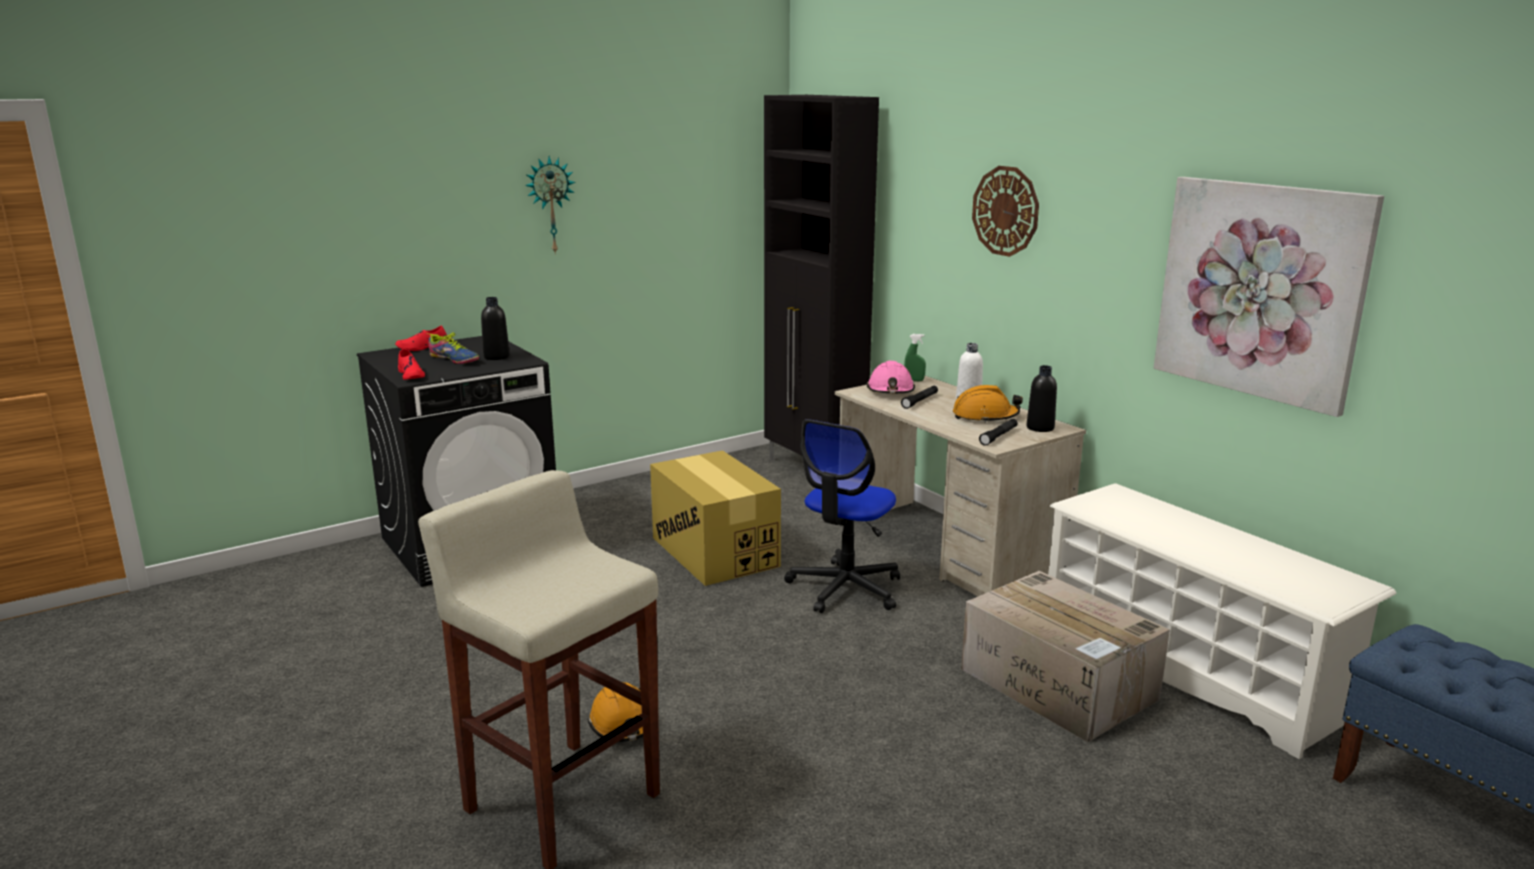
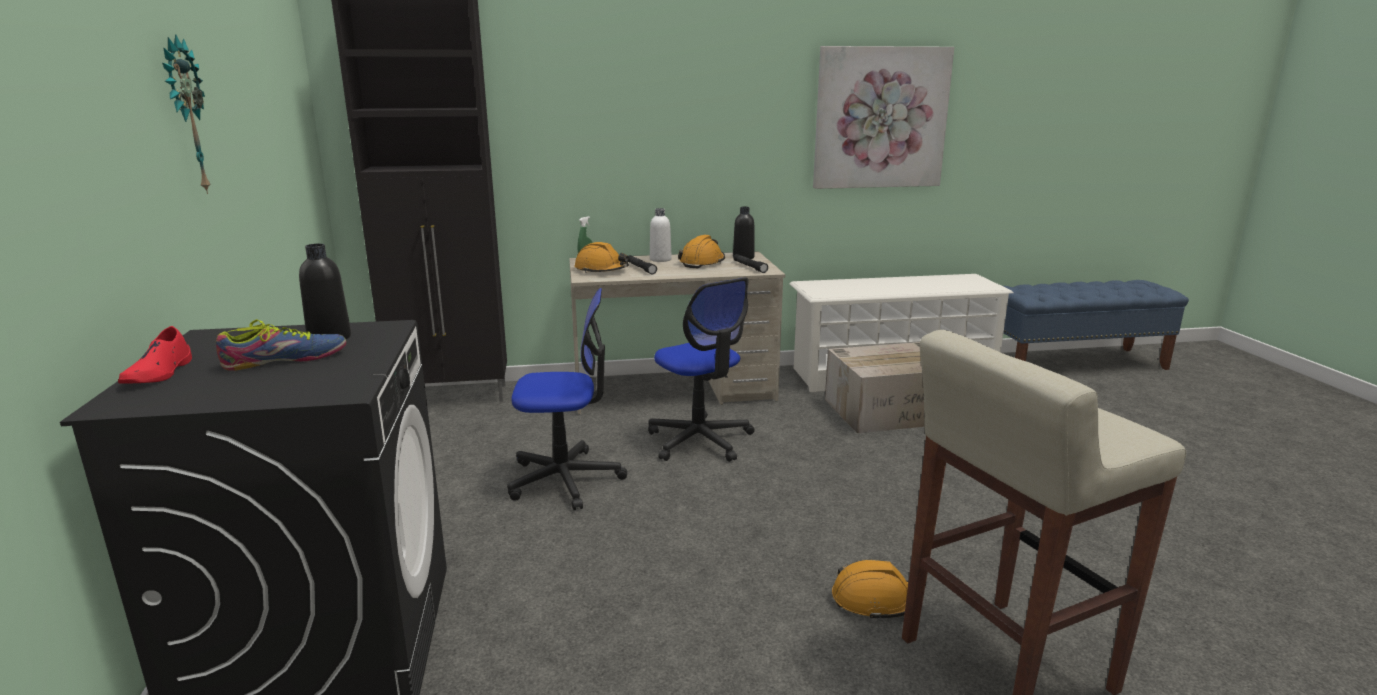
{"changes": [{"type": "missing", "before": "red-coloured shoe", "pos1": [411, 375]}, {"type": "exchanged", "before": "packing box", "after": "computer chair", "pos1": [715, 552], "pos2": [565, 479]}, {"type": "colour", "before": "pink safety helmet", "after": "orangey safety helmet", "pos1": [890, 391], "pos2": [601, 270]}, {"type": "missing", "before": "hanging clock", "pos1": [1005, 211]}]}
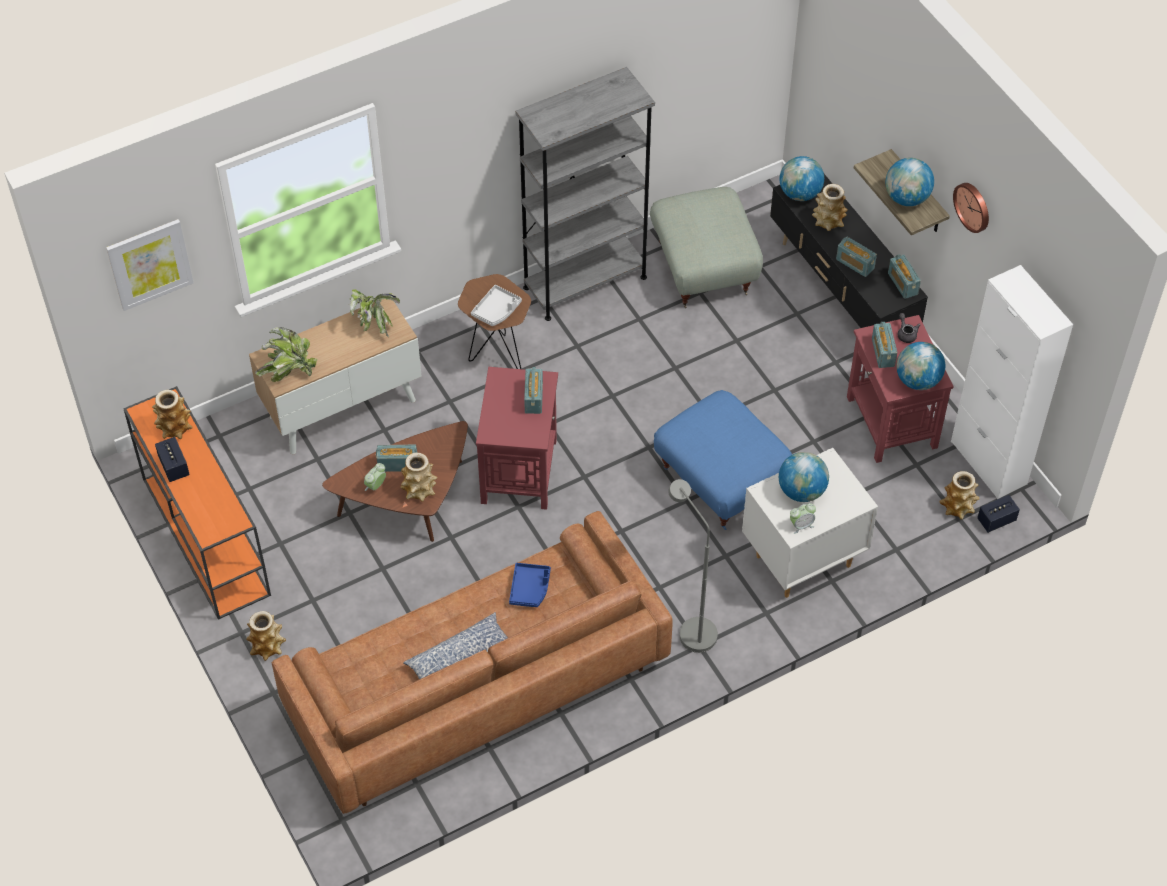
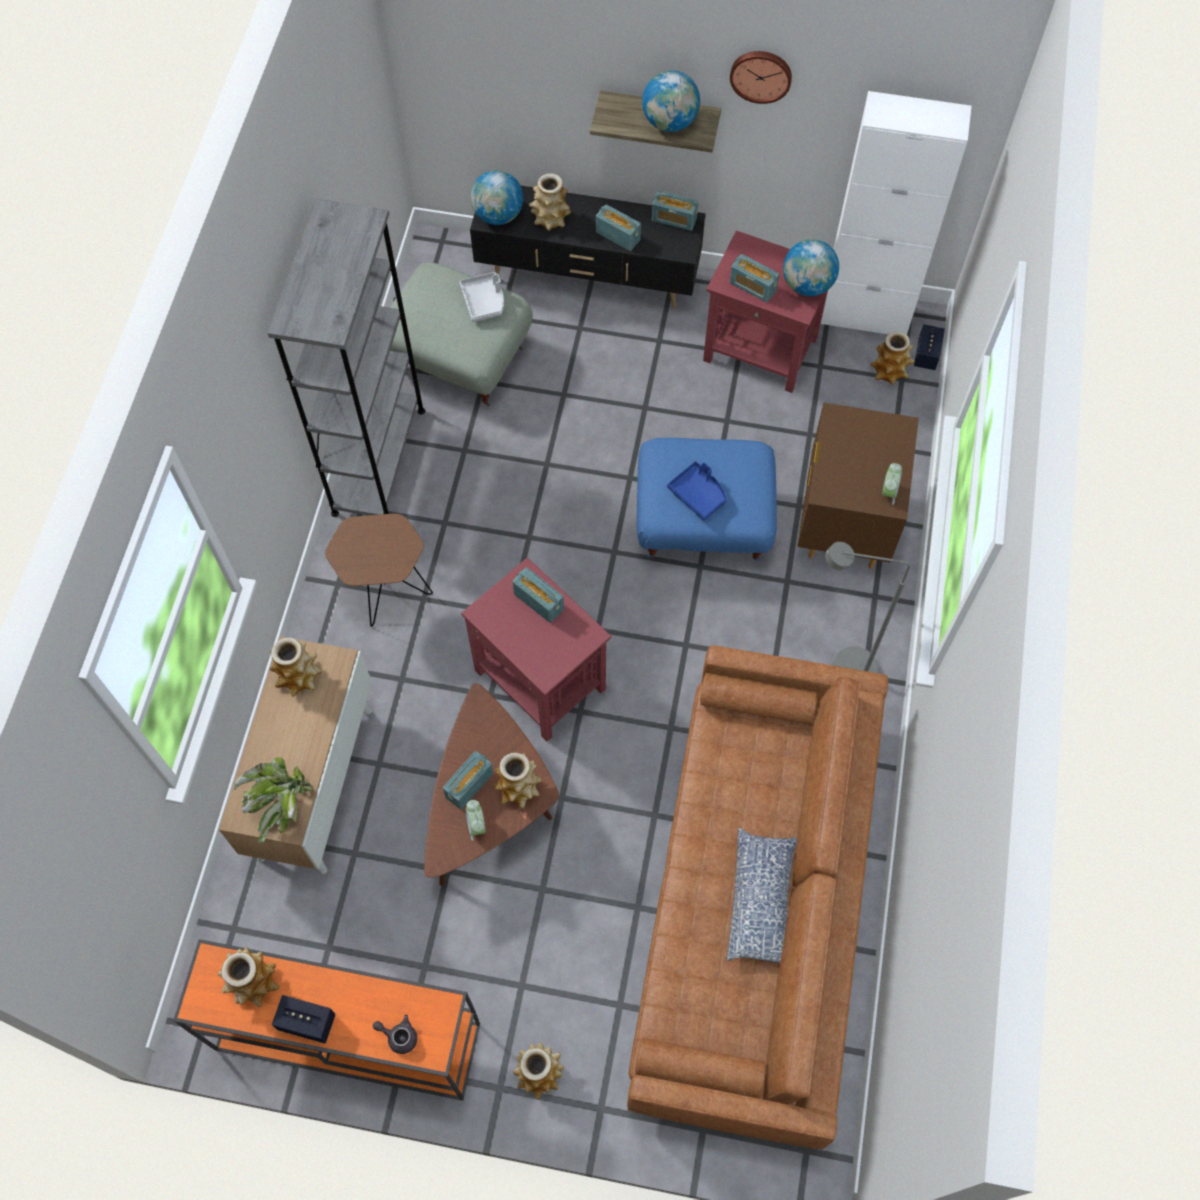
{"changes": [{"type": "missing", "before": "wall art", "pos1": [149, 264]}, {"type": "exchanged", "before": "plant in a pot", "after": "decorative vase", "pos1": [373, 322], "pos2": [299, 676]}, {"type": "relocated", "before": "grey carrying tray", "pos1": [496, 310], "pos2": [484, 301]}, {"type": "relocated", "before": "bluish carrying tray", "pos1": [530, 588], "pos2": [698, 494]}, {"type": "colour", "before": "white-coloured night table", "after": "brown night table", "pos1": [802, 560], "pos2": [843, 525]}, {"type": "missing", "before": "globe", "pos1": [801, 491]}, {"type": "spun", "before": "radio set", "pos1": [855, 264], "pos2": [618, 236], "turn": -135}, {"type": "relocated", "before": "grey pot for tea", "pos1": [906, 333], "pos2": [398, 1036]}]}
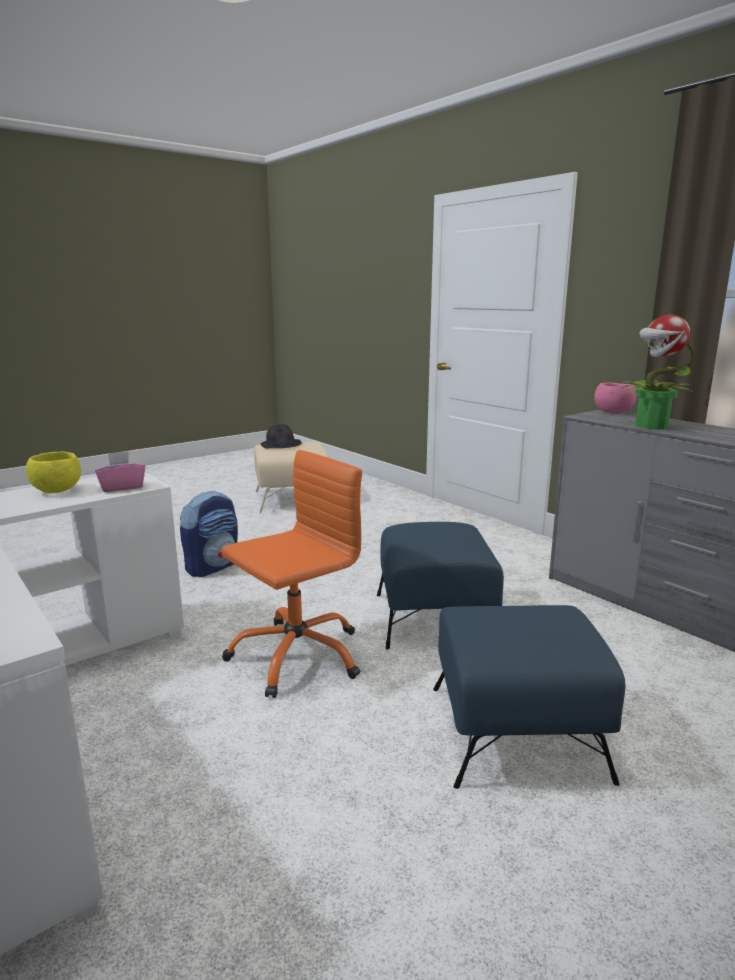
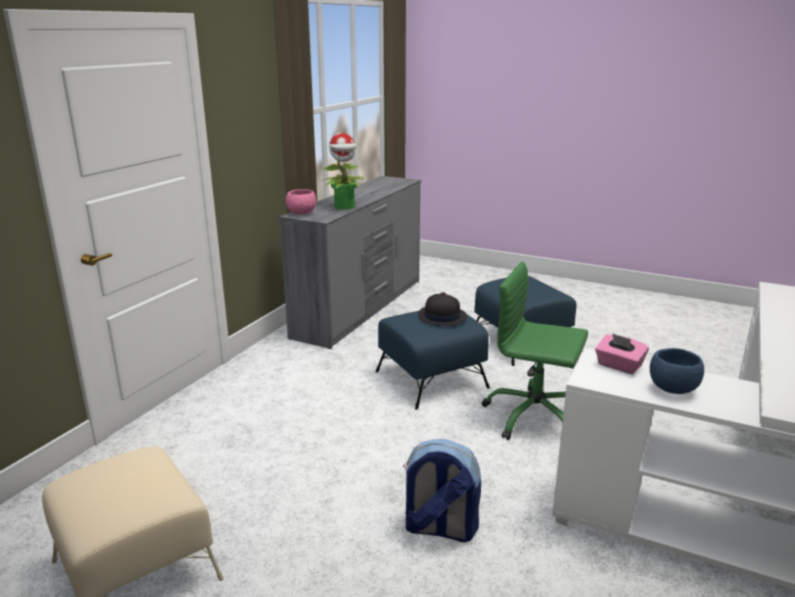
{"changes": [{"type": "colour", "before": "yellowish bowl", "after": "bluish bowl", "pos1": [57, 491], "pos2": [672, 389]}, {"type": "colour", "before": "orangey computer chair", "after": "green computer chair", "pos1": [296, 655], "pos2": [534, 417]}, {"type": "relocated", "before": "black wearable hat", "pos1": [281, 444], "pos2": [441, 316]}]}
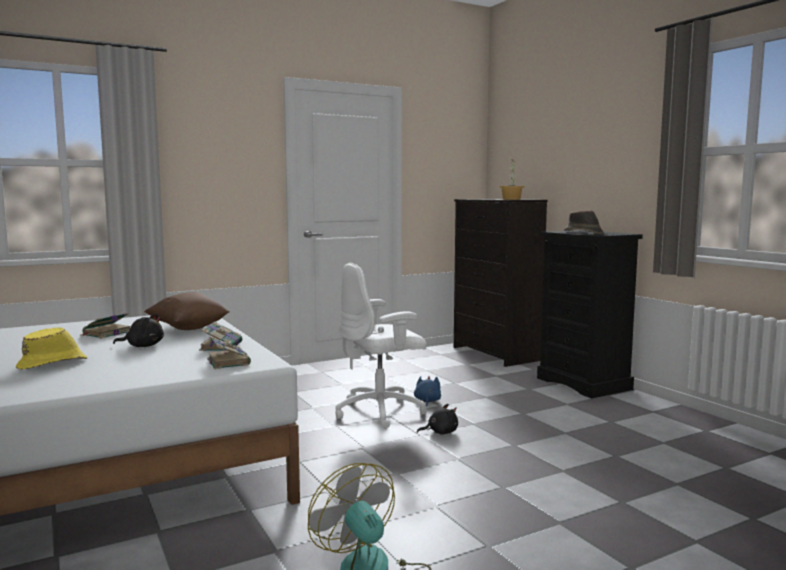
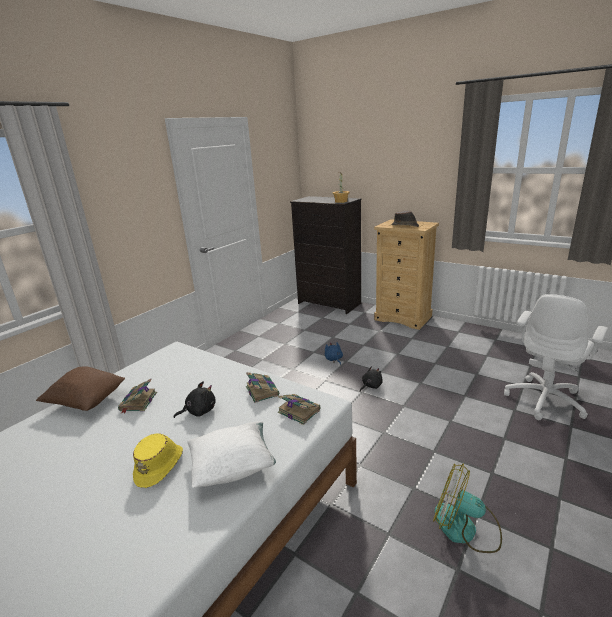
{"changes": [{"type": "relocated", "before": "brown throw pillow", "pos1": [188, 328], "pos2": [86, 401]}, {"type": "relocated", "before": "white-coloured computer chair", "pos1": [381, 411], "pos2": [545, 400]}, {"type": "colour", "before": "black drawer chest", "after": "sand-coloured drawer chest", "pos1": [584, 383], "pos2": [403, 318]}, {"type": "appeared", "after": "white-coloured throw pillow", "pos2": [233, 467]}]}
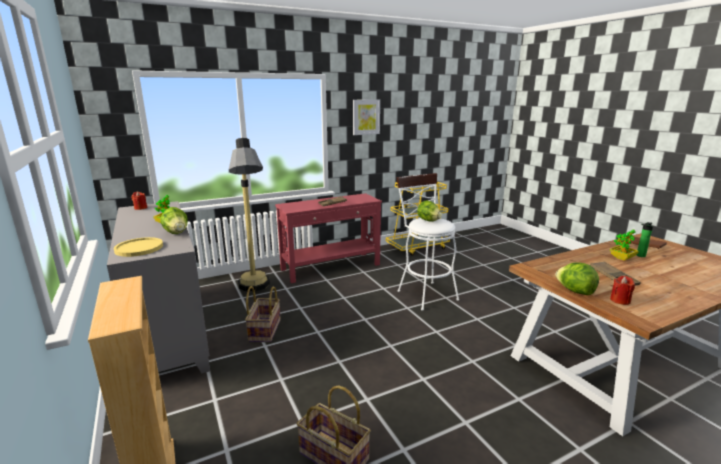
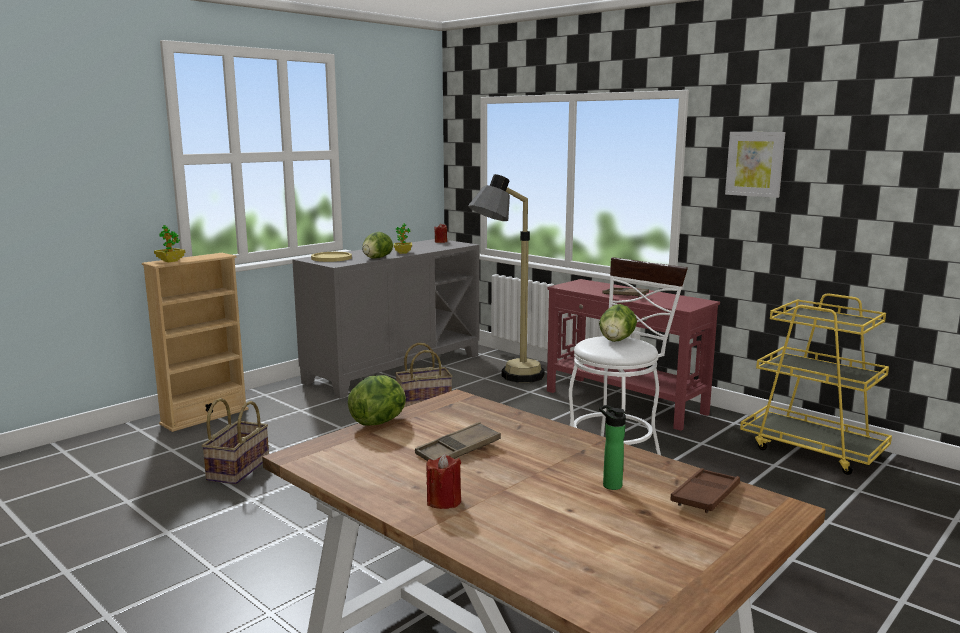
{"changes": [{"type": "relocated", "before": "plant in a pot", "pos1": [622, 258], "pos2": [170, 261]}, {"type": "relocated", "before": "red-coloured wax light", "pos1": [620, 300], "pos2": [444, 501]}]}
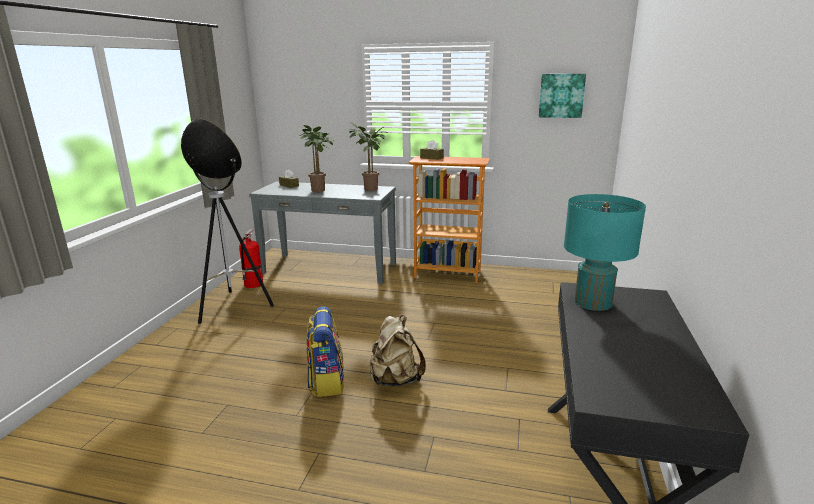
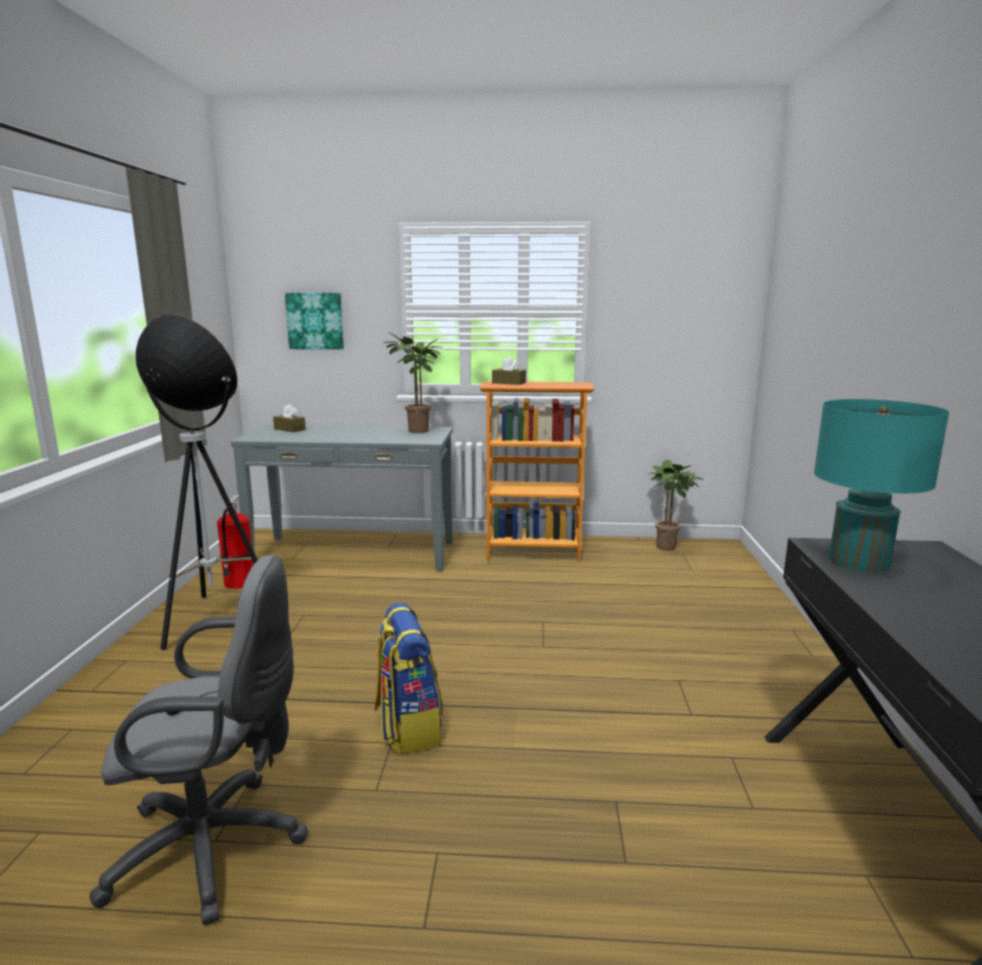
{"changes": [{"type": "relocated", "before": "plant in a pot", "pos1": [319, 191], "pos2": [669, 548]}, {"type": "missing", "before": "sand-coloured backpack", "pos1": [395, 379]}, {"type": "relocated", "before": "wall art", "pos1": [561, 95], "pos2": [315, 321]}, {"type": "appeared", "after": "grey computer chair", "pos2": [217, 847]}]}
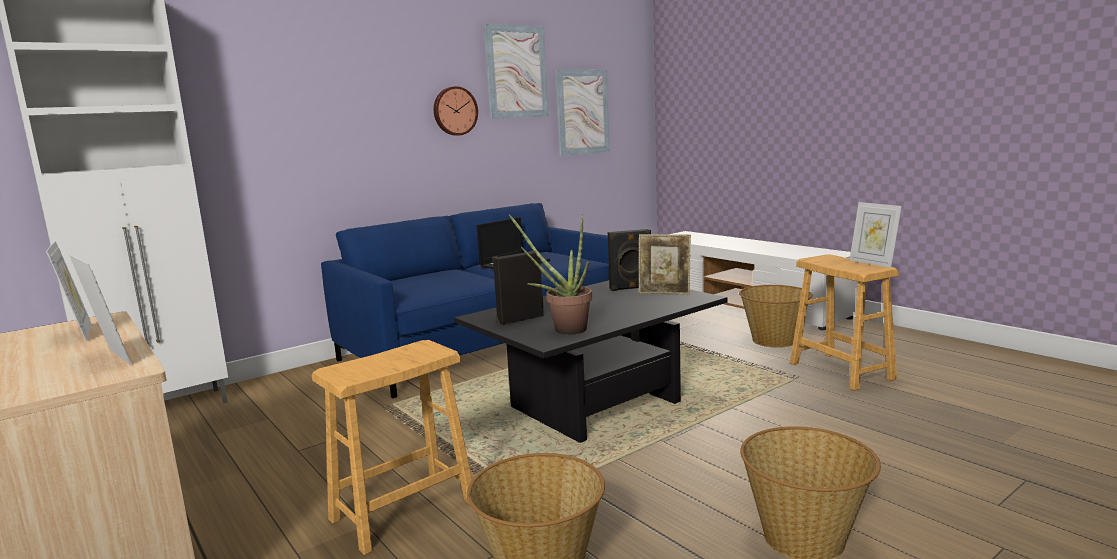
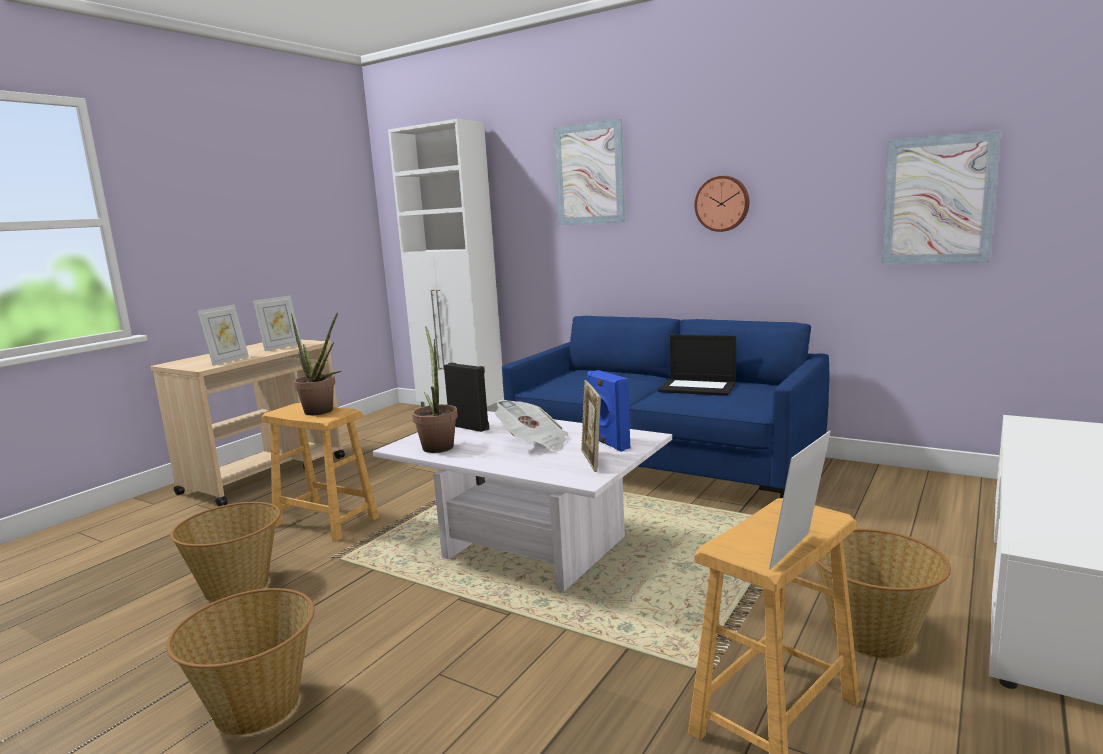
{"changes": [{"type": "colour", "before": "black coffee table", "after": "white-coloured coffee table", "pos1": [596, 407], "pos2": [529, 550]}, {"type": "relocated", "before": "wall art", "pos1": [516, 72], "pos2": [589, 174]}, {"type": "colour", "before": "black loudspeaker", "after": "bluish loudspeaker", "pos1": [631, 288], "pos2": [608, 444]}, {"type": "appeared", "after": "plant in a pot", "pos2": [322, 412]}, {"type": "appeared", "after": "daily paper", "pos2": [534, 444]}]}
